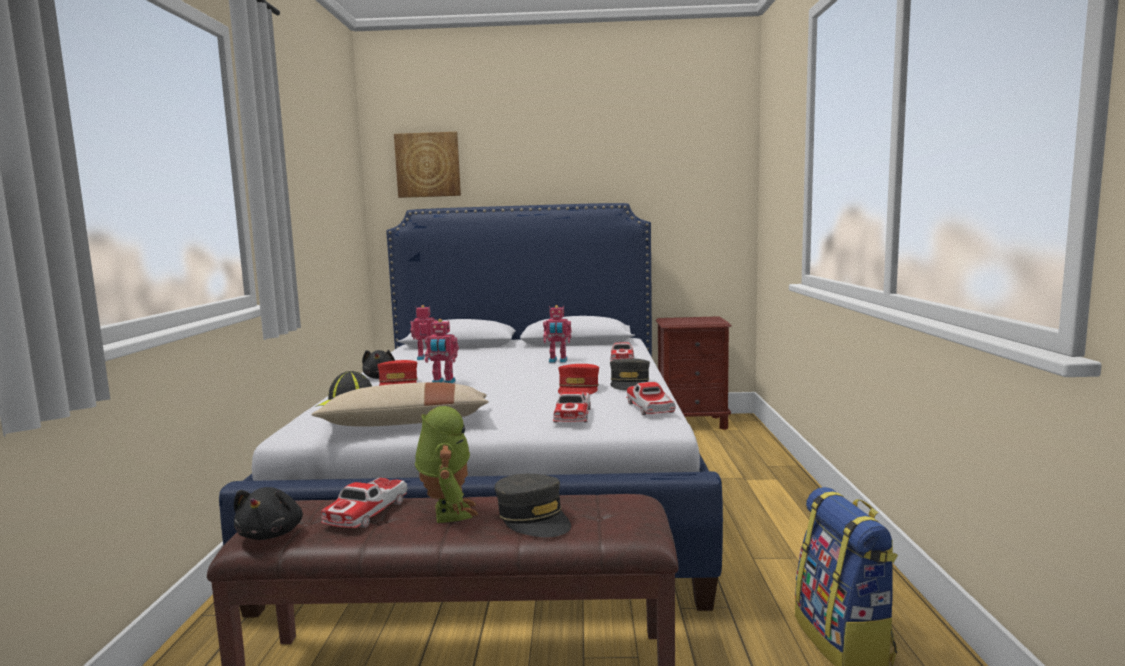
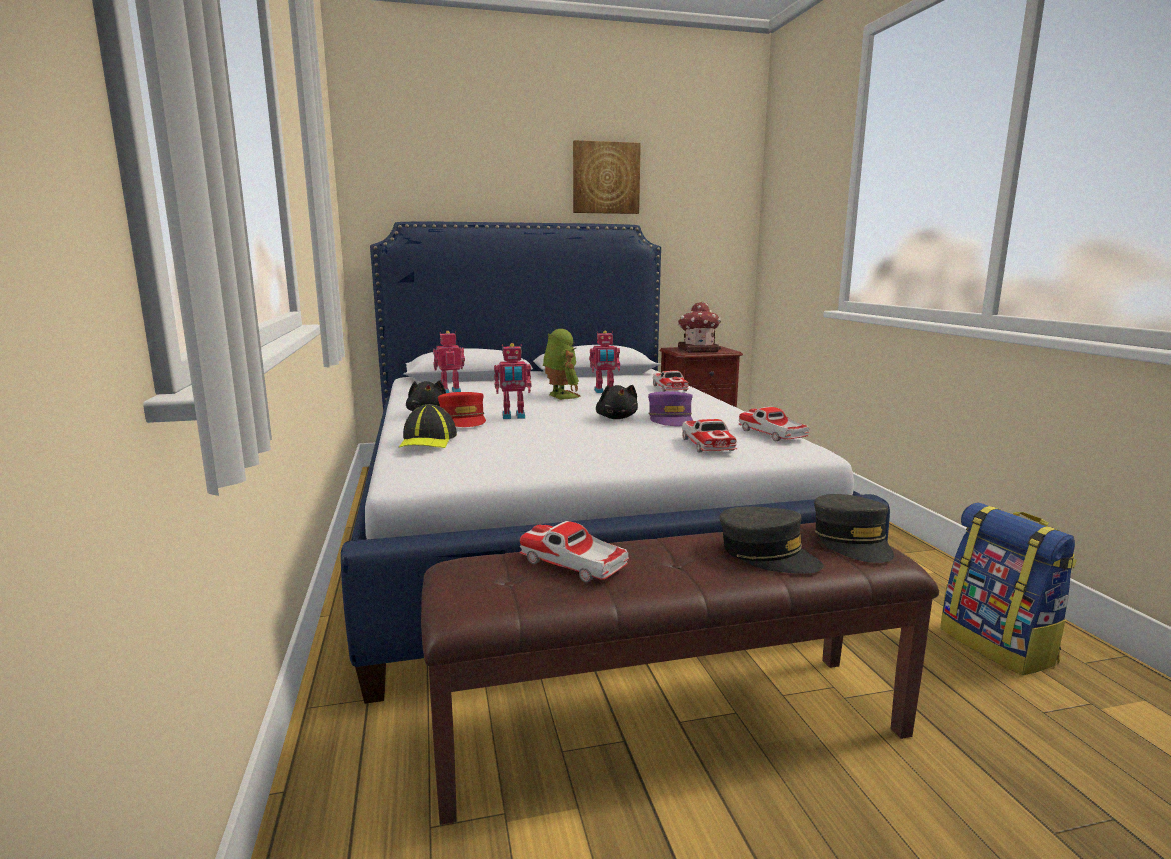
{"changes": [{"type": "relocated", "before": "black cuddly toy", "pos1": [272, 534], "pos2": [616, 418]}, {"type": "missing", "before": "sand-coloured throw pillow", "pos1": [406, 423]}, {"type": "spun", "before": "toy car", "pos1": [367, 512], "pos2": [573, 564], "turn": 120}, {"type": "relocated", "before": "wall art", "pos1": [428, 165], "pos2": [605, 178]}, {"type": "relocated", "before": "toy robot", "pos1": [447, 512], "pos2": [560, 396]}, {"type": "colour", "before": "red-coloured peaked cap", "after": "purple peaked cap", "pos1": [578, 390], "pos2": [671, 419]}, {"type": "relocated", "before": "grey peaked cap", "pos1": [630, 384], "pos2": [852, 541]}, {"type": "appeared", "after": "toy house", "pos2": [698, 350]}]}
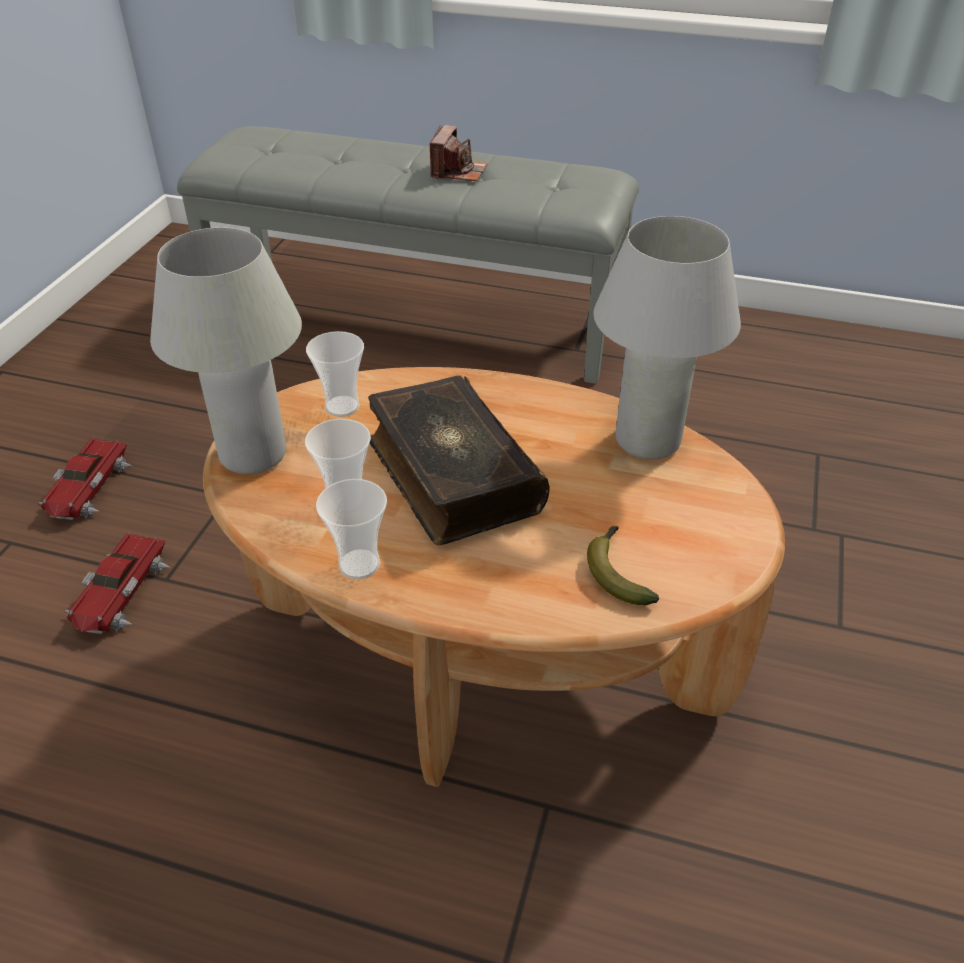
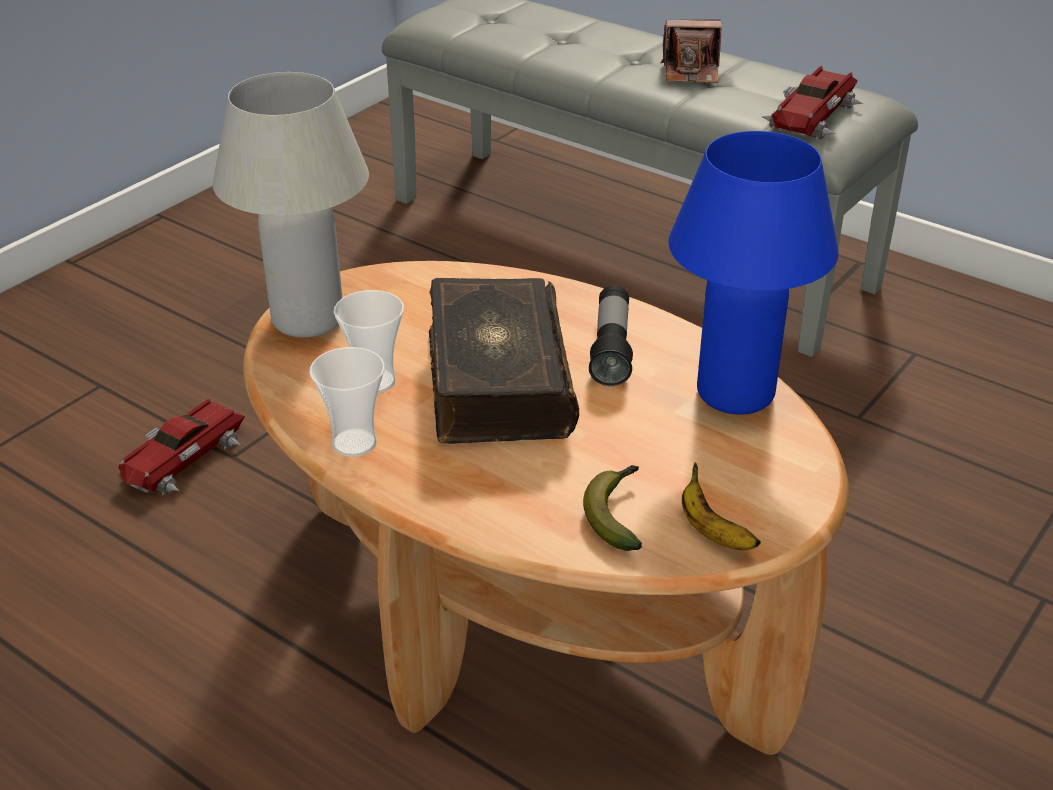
{"changes": [{"type": "relocated", "before": "toy car", "pos1": [89, 488], "pos2": [813, 117]}, {"type": "missing", "before": "cup", "pos1": [342, 406]}, {"type": "spun", "before": "photo camera", "pos1": [458, 172], "pos2": [691, 72], "turn": 60}, {"type": "colour", "before": "white-coloured tabletop lamp", "after": "bluish tabletop lamp", "pos1": [647, 440], "pos2": [735, 394]}, {"type": "appeared", "after": "hand torch", "pos2": [611, 349]}, {"type": "appeared", "after": "whole banana", "pos2": [712, 532]}]}
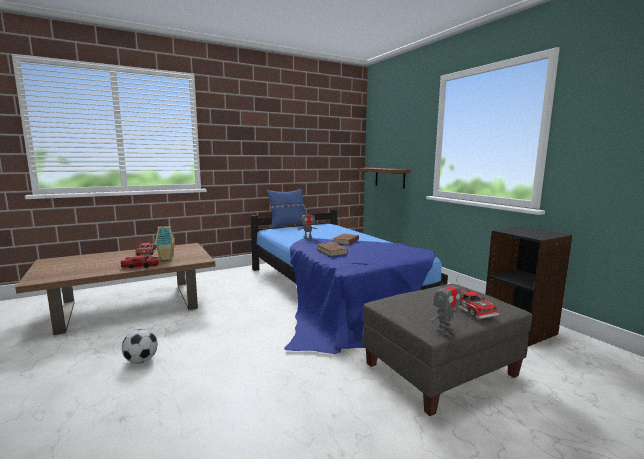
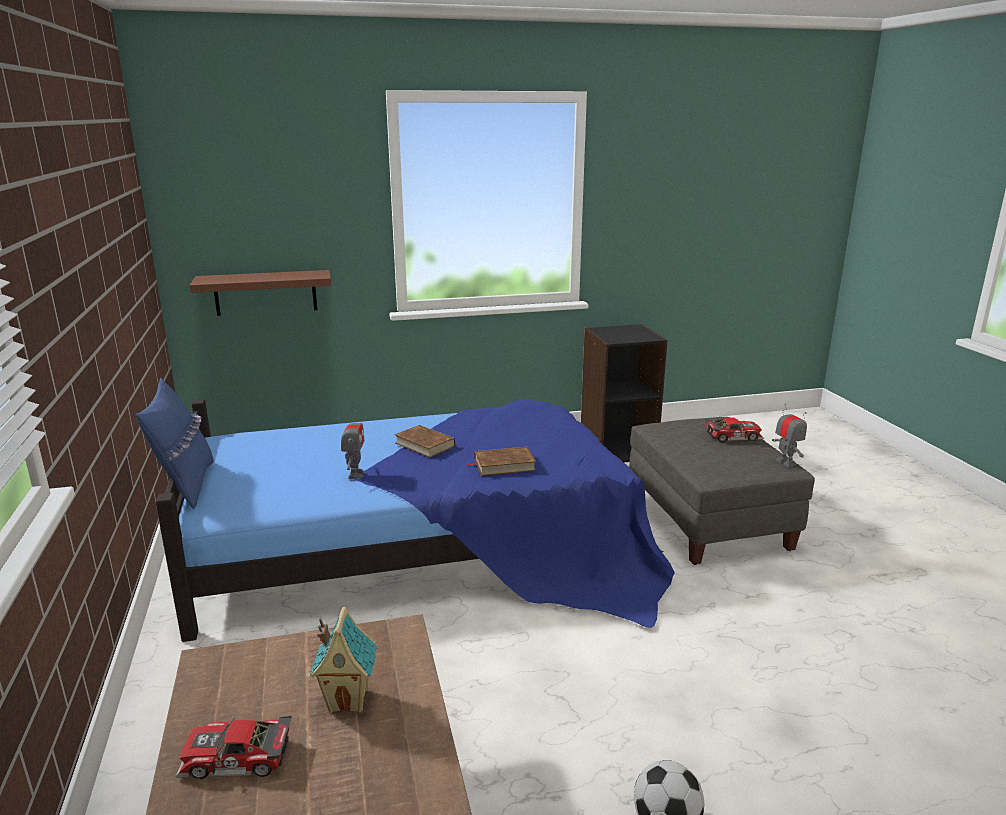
{"changes": [{"type": "missing", "before": "red-coloured toy car", "pos1": [140, 266]}]}
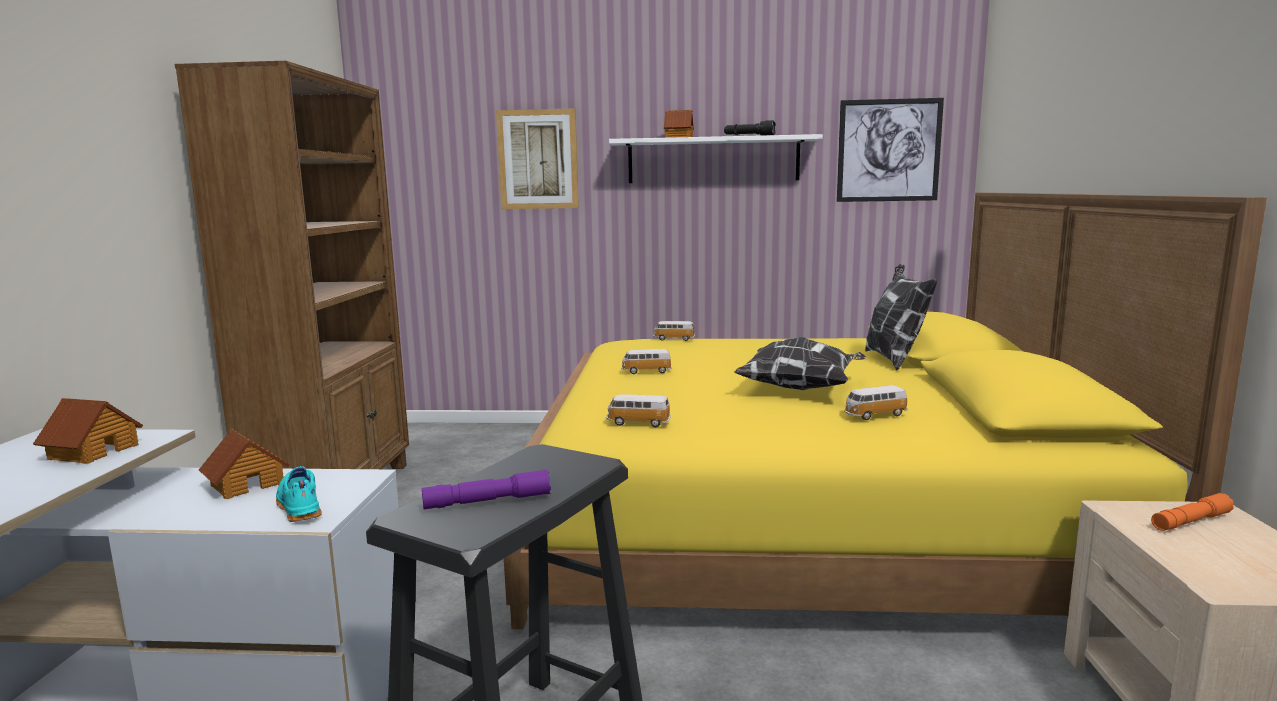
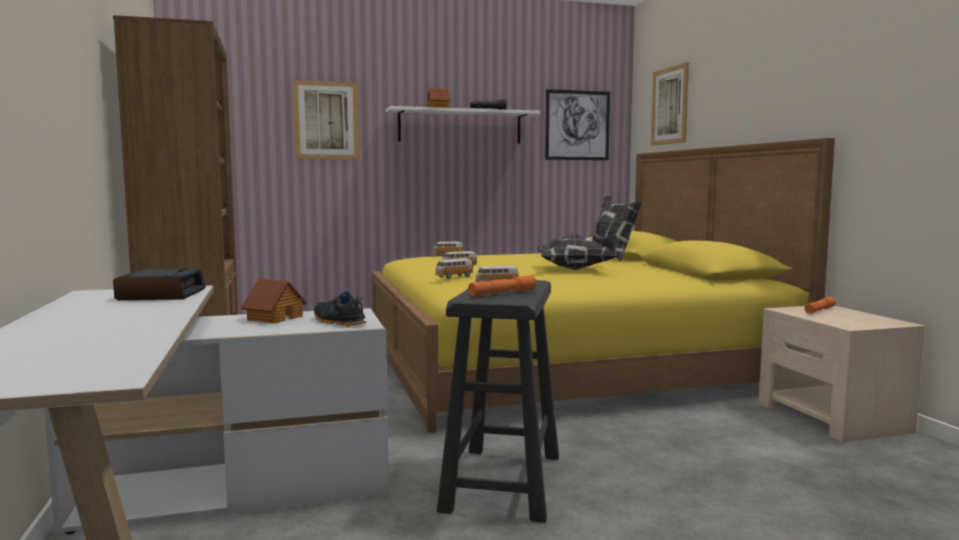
{"changes": [{"type": "exchanged", "before": "toy house", "after": "table clock", "pos1": [93, 451], "pos2": [161, 294]}, {"type": "colour", "before": "turquoise-coloured shoe", "after": "black shoe", "pos1": [298, 506], "pos2": [338, 322]}, {"type": "colour", "before": "purple hand torch", "after": "orangey hand torch", "pos1": [487, 501], "pos2": [502, 293]}, {"type": "relocated", "before": "toy car", "pos1": [874, 415], "pos2": [453, 277]}, {"type": "appeared", "after": "wall art", "pos2": [670, 106]}]}
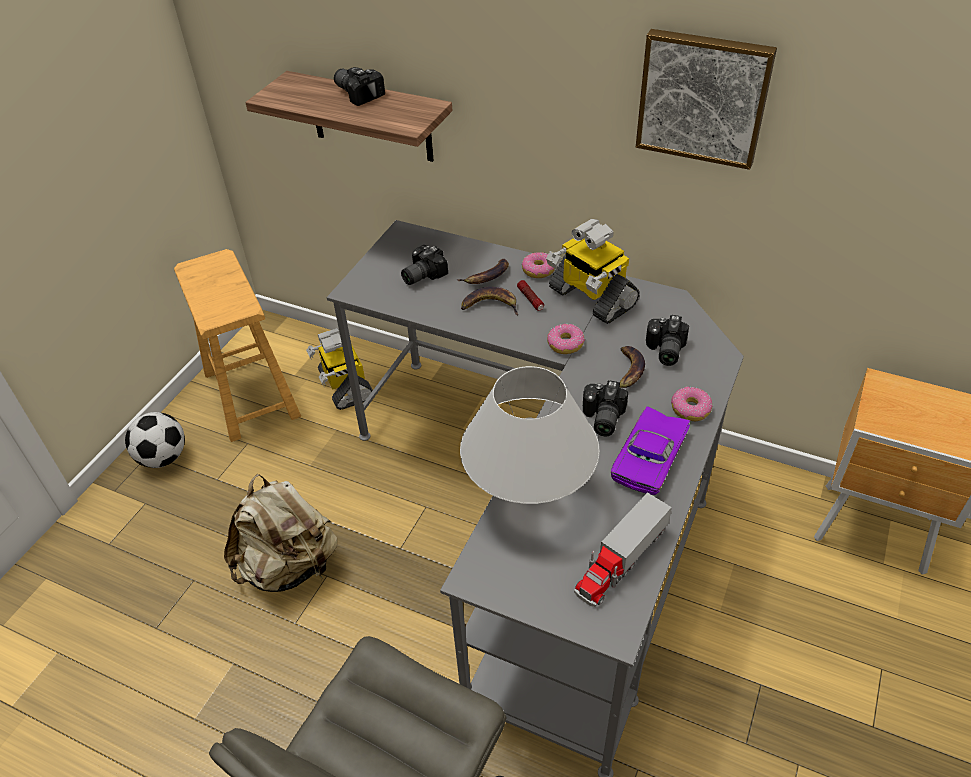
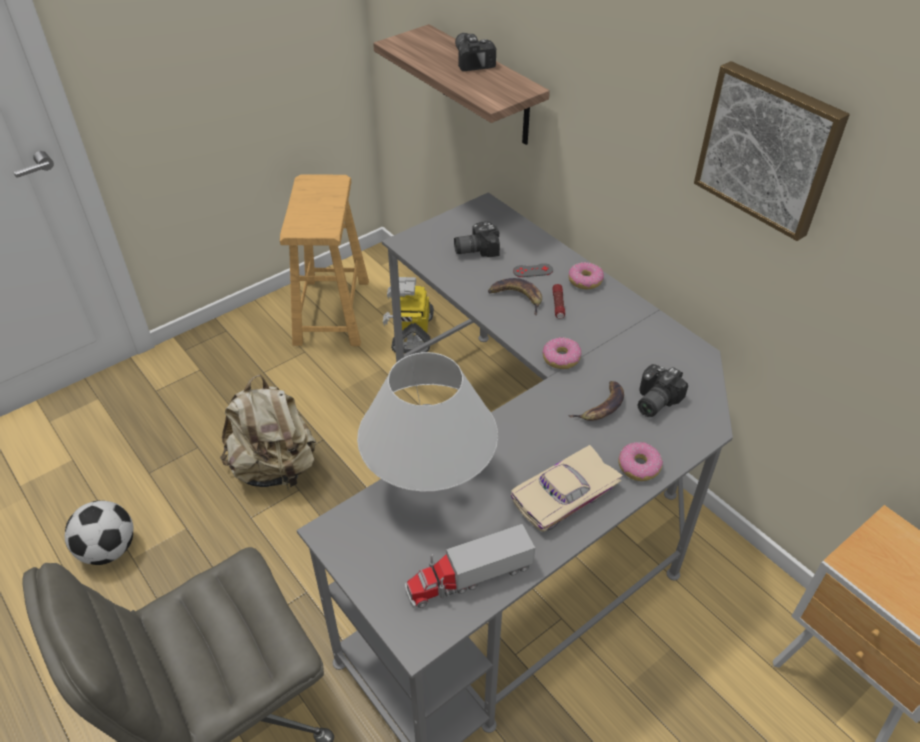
{"changes": [{"type": "relocated", "before": "ball for football", "pos1": [163, 457], "pos2": [109, 549]}, {"type": "exchanged", "before": "whole banana", "after": "grey joypad", "pos1": [487, 277], "pos2": [533, 270]}, {"type": "missing", "before": "toy robot", "pos1": [591, 298]}, {"type": "missing", "before": "photo camera", "pos1": [601, 418]}, {"type": "colour", "before": "purple toy car", "after": "sand-coloured toy car", "pos1": [652, 458], "pos2": [566, 497]}]}
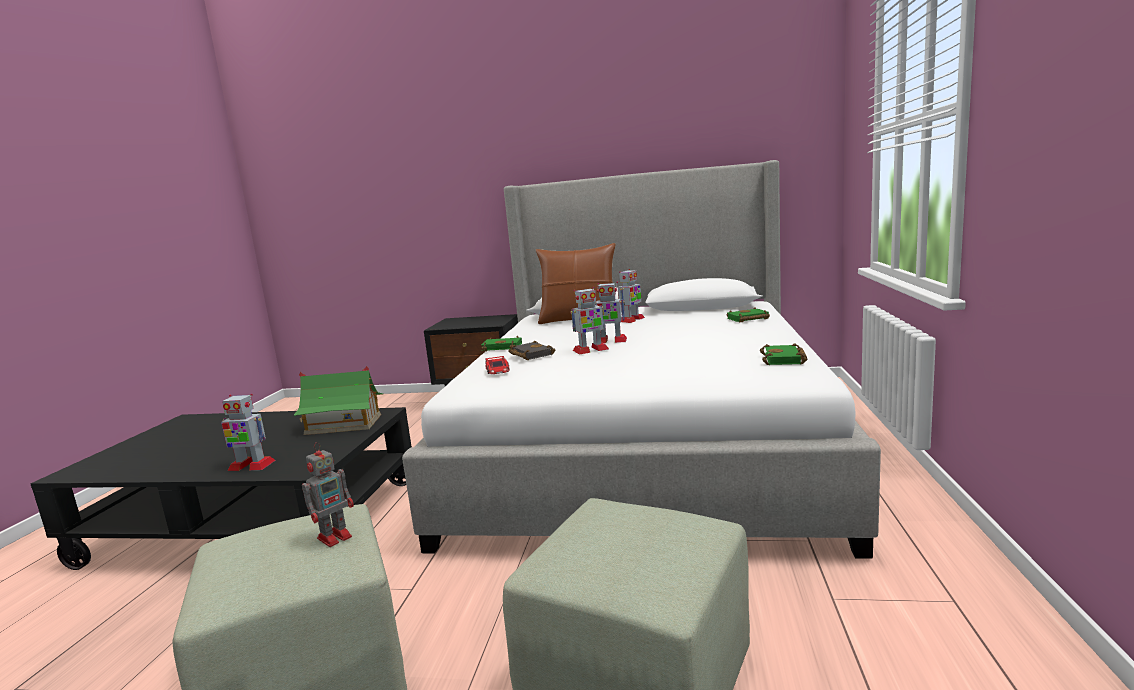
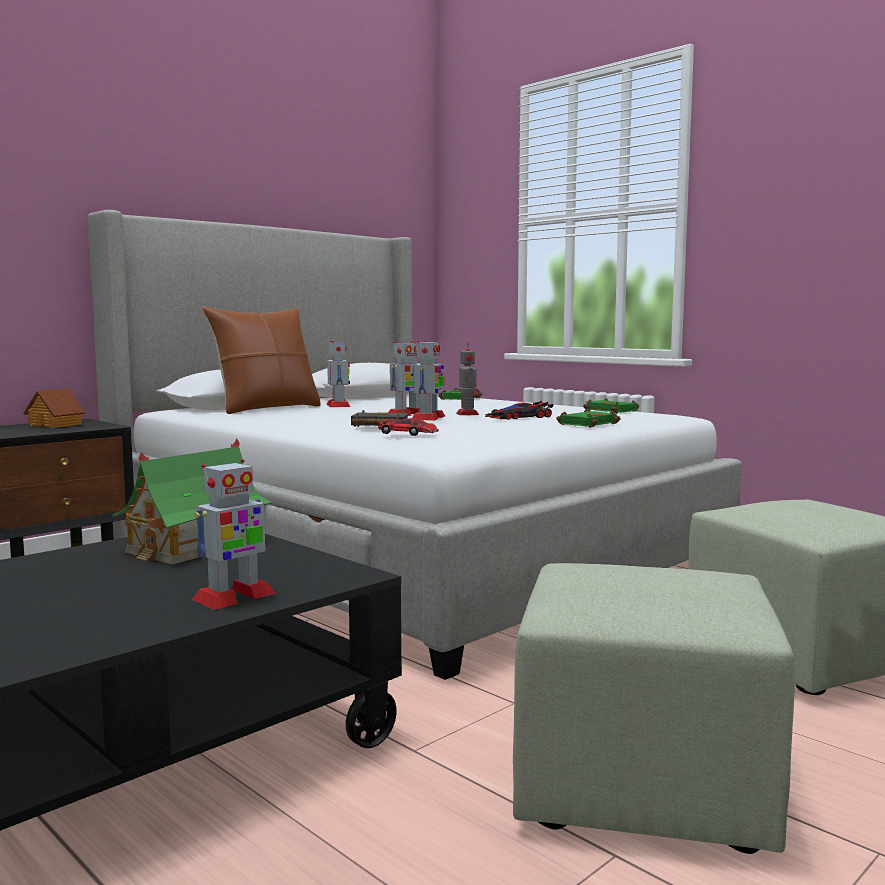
{"changes": [{"type": "relocated", "before": "toy robot", "pos1": [336, 536], "pos2": [467, 414]}, {"type": "relocated", "before": "green book", "pos1": [503, 347], "pos2": [587, 424]}, {"type": "appeared", "after": "toy house", "pos2": [56, 425]}, {"type": "appeared", "after": "toy car", "pos2": [519, 417]}]}
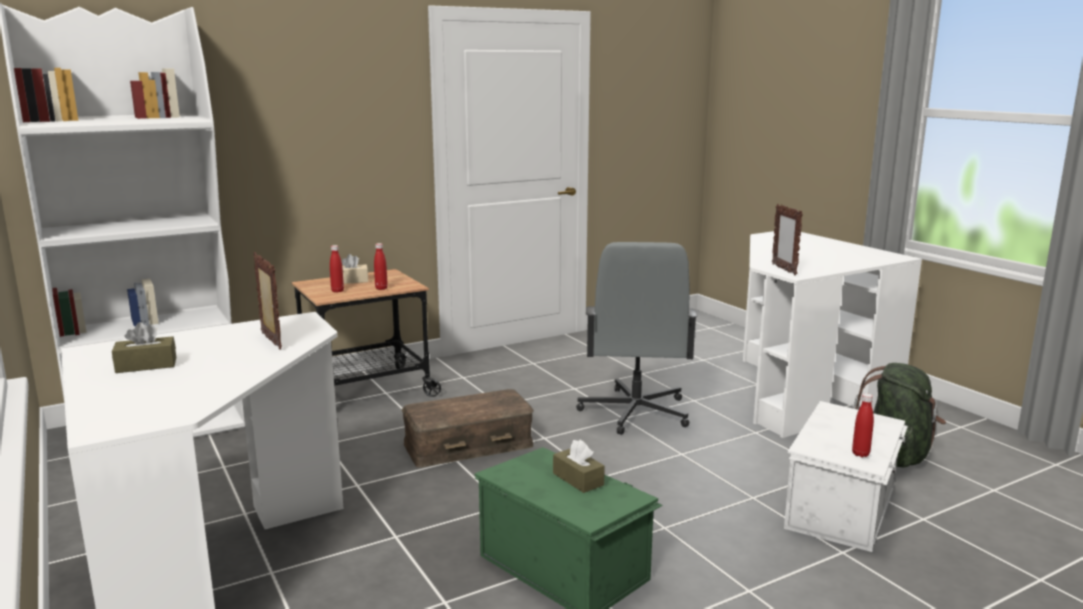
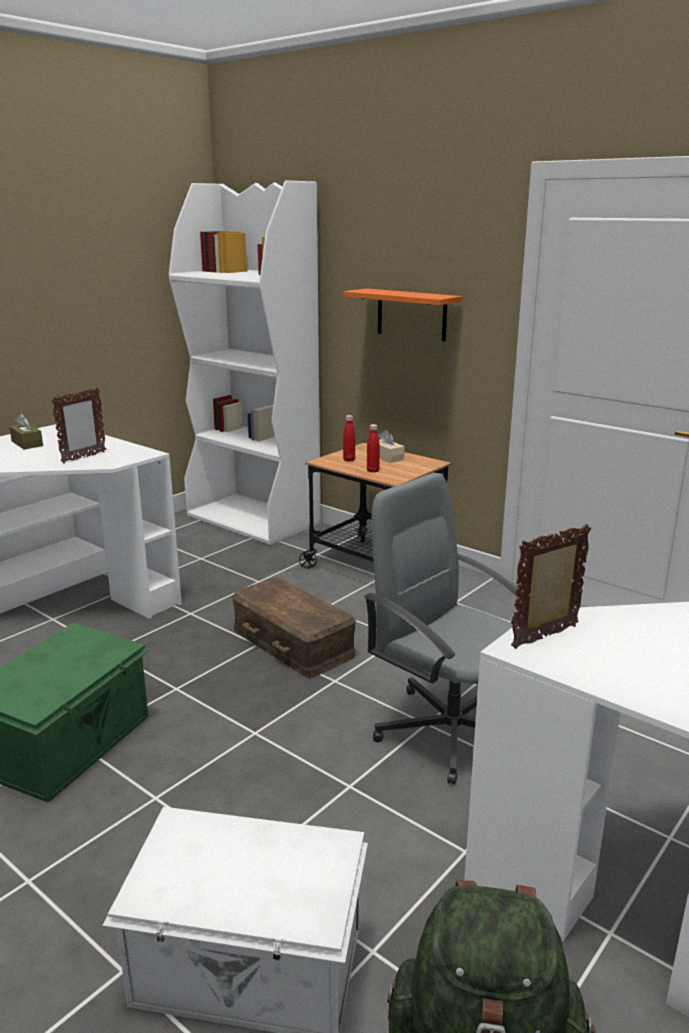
{"changes": [{"type": "missing", "before": "brown box of tissues", "pos1": [578, 479]}, {"type": "spun", "before": "grey computer chair", "pos1": [635, 412], "pos2": [450, 730], "turn": 60}, {"type": "missing", "before": "red-coloured bottle", "pos1": [860, 454]}, {"type": "appeared", "after": "orangey bracket shelf", "pos2": [411, 314]}]}
